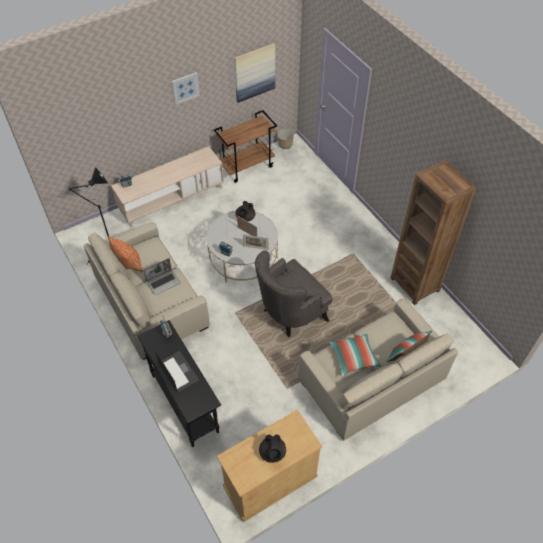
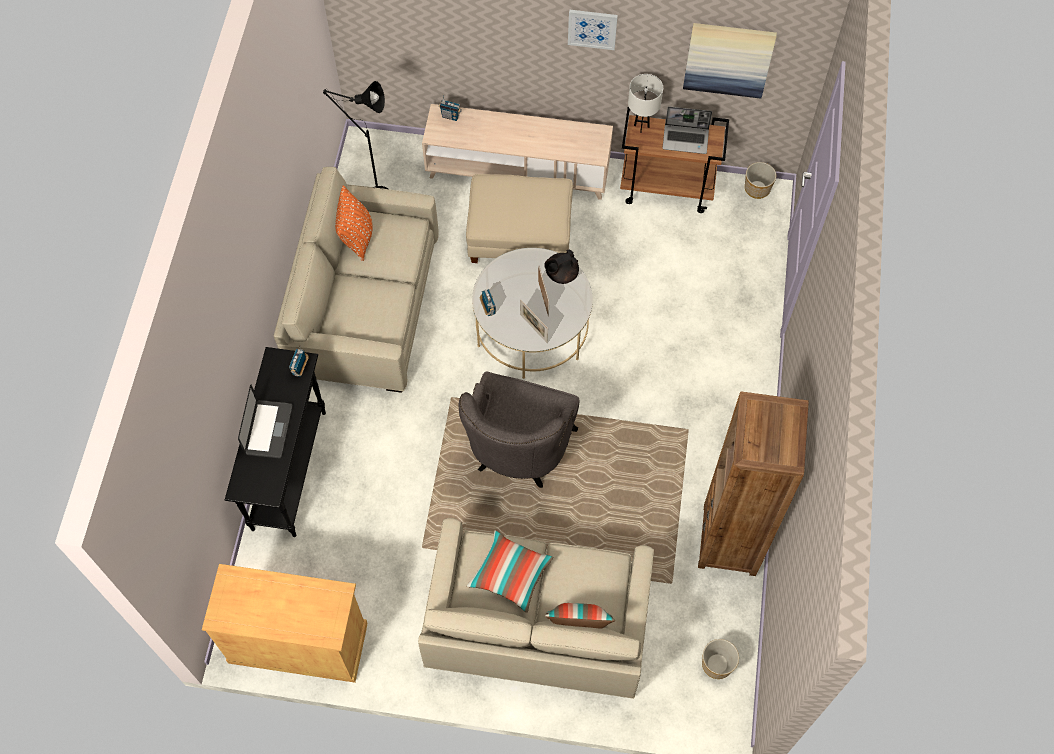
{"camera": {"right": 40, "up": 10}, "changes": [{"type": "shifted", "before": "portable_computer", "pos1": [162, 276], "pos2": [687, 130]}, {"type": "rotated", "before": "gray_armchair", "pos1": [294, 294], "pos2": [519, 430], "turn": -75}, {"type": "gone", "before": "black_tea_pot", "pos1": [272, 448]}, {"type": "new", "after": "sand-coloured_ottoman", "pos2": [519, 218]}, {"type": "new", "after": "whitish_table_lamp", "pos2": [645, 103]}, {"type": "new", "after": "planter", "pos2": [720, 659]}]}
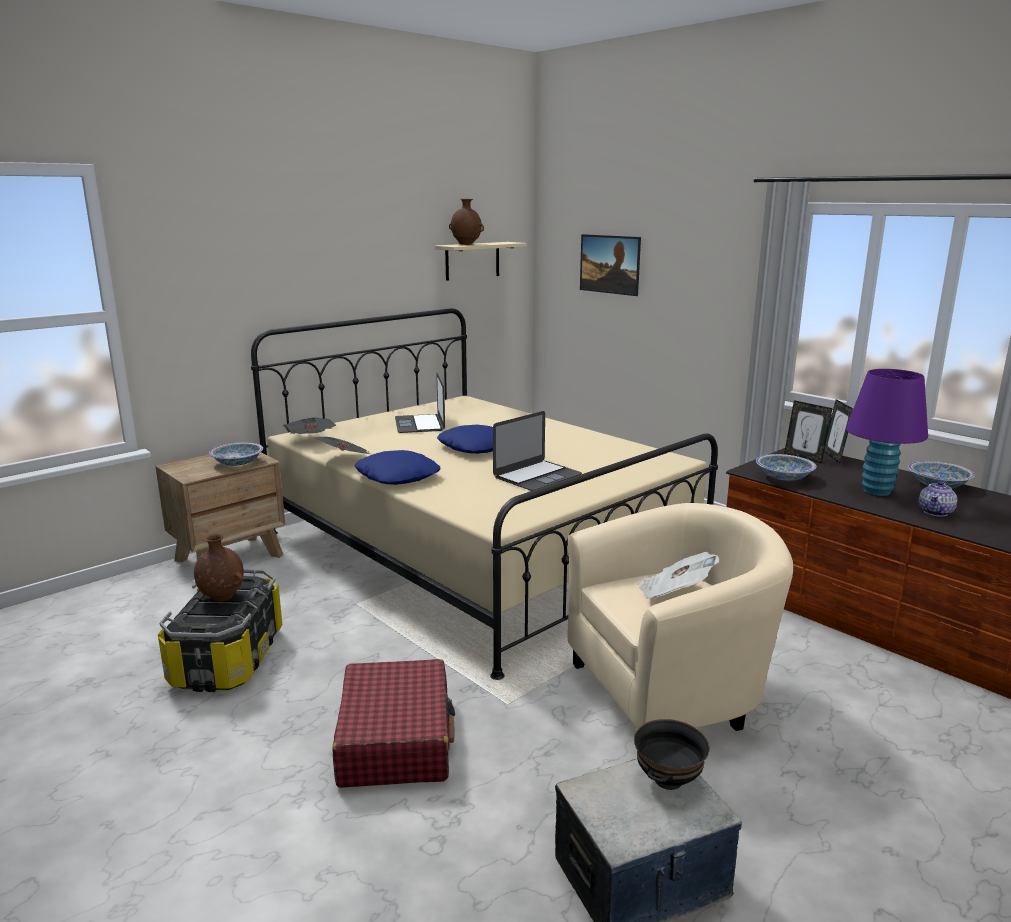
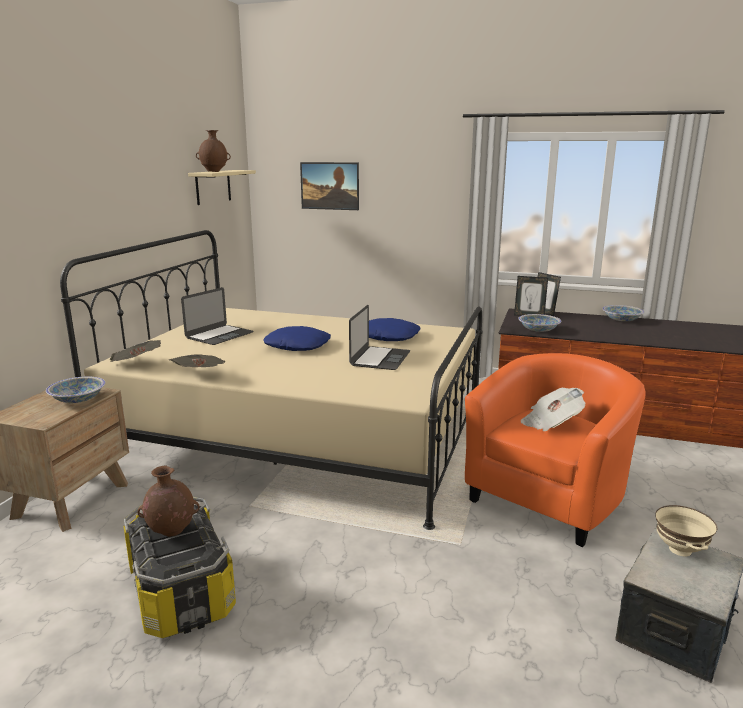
{"camera": {"right": -30, "up": 0}, "changes": [{"type": "gone", "before": "red-coloured_piece_of_luggage", "pos1": [394, 723]}, {"type": "shifted", "before": "blue_throw_pillow", "pos1": [397, 467], "pos2": [394, 329]}, {"type": "rotated", "before": "portable_computer", "pos1": [420, 403], "pos2": [217, 316], "turn": -105}, {"type": "repainted", "before": "sand-coloured_armchair", "after": "orange_armchair", "pos1": [680, 617], "pos2": [555, 450]}, {"type": "repainted", "before": "black_deep_dish", "after": "sand-coloured_deep_dish", "pos1": [672, 754], "pos2": [686, 530]}, {"type": "gone", "before": "purple_table_lamp", "pos1": [887, 432]}, {"type": "gone", "before": "tea_pot", "pos1": [938, 499]}]}
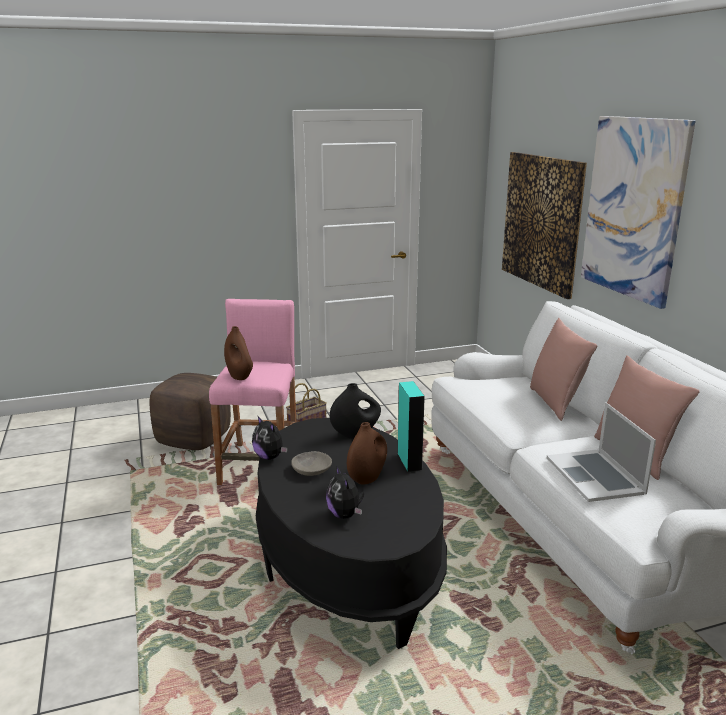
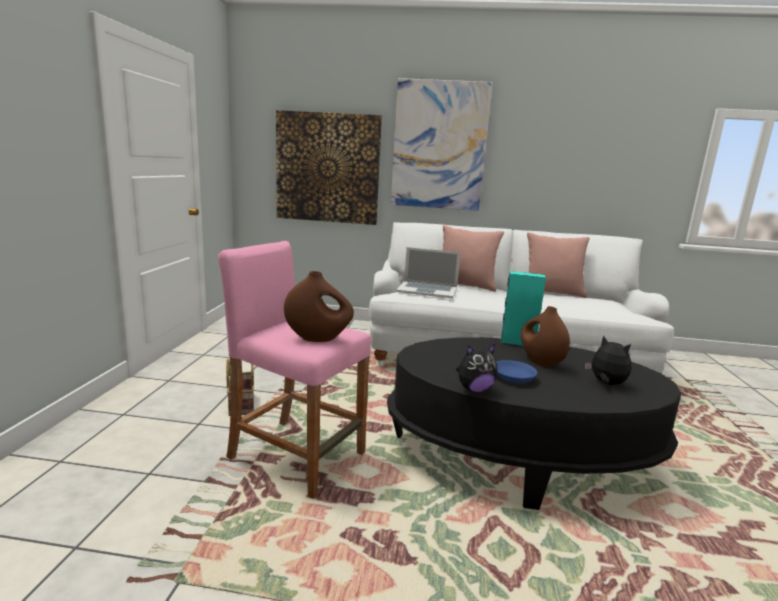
{"camera": {"right": -65, "up": -5}, "changes": [{"type": "gone", "before": "brownish_ottoman", "pos1": [190, 411]}, {"type": "repainted", "before": "gray_deep_dish", "after": "blue_deep_dish", "pos1": [311, 463], "pos2": [516, 371]}, {"type": "rotated", "before": "cuddly_toy", "pos1": [345, 492], "pos2": [608, 360], "turn": -135}, {"type": "gone", "before": "black_vase", "pos1": [355, 410]}, {"type": "shifted", "before": "portable_computer", "pos1": [601, 452], "pos2": [428, 273]}]}
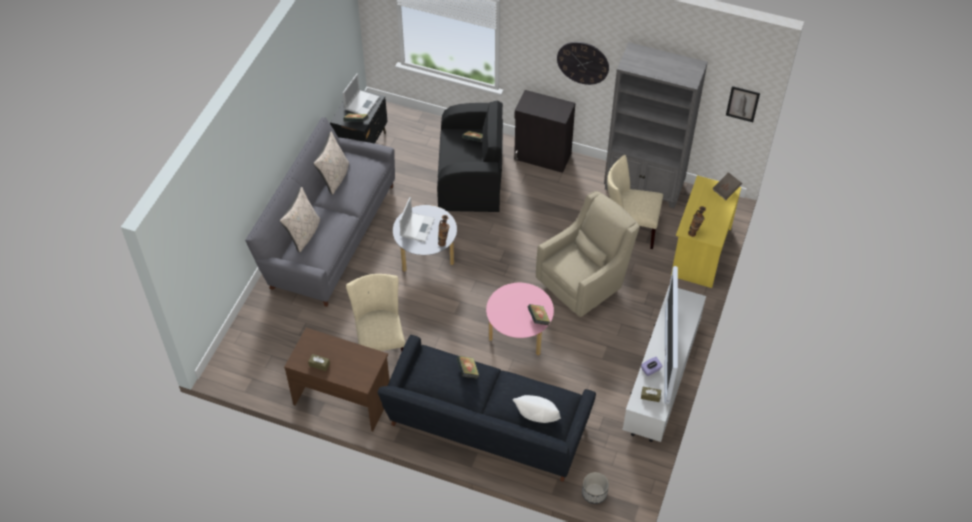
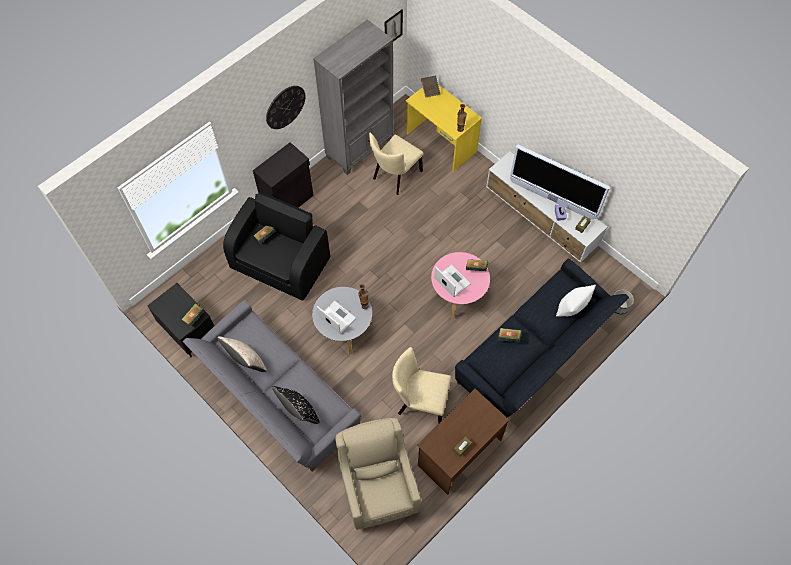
{"camera": {"right": -65, "up": 10}, "changes": [{"type": "repainted", "before": "sand-coloured_throw_pillow", "after": "black_throw_pillow", "pos1": [300, 220], "pos2": [296, 405]}, {"type": "shifted", "before": "portable_computer", "pos1": [361, 94], "pos2": [452, 280]}, {"type": "shifted", "before": "sand-coloured_armchair", "pos1": [588, 254], "pos2": [378, 474]}]}
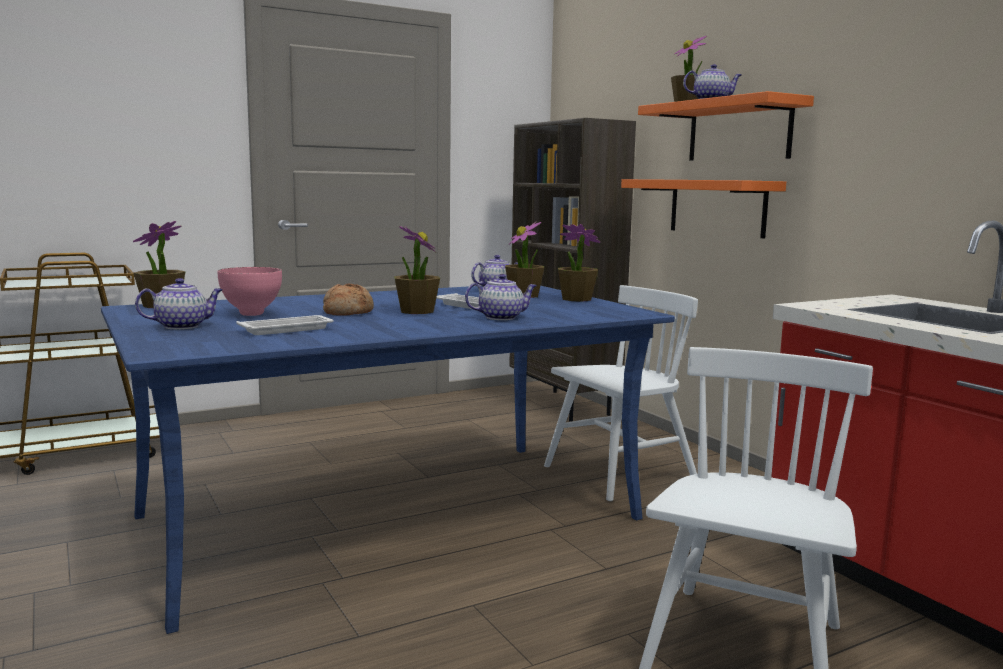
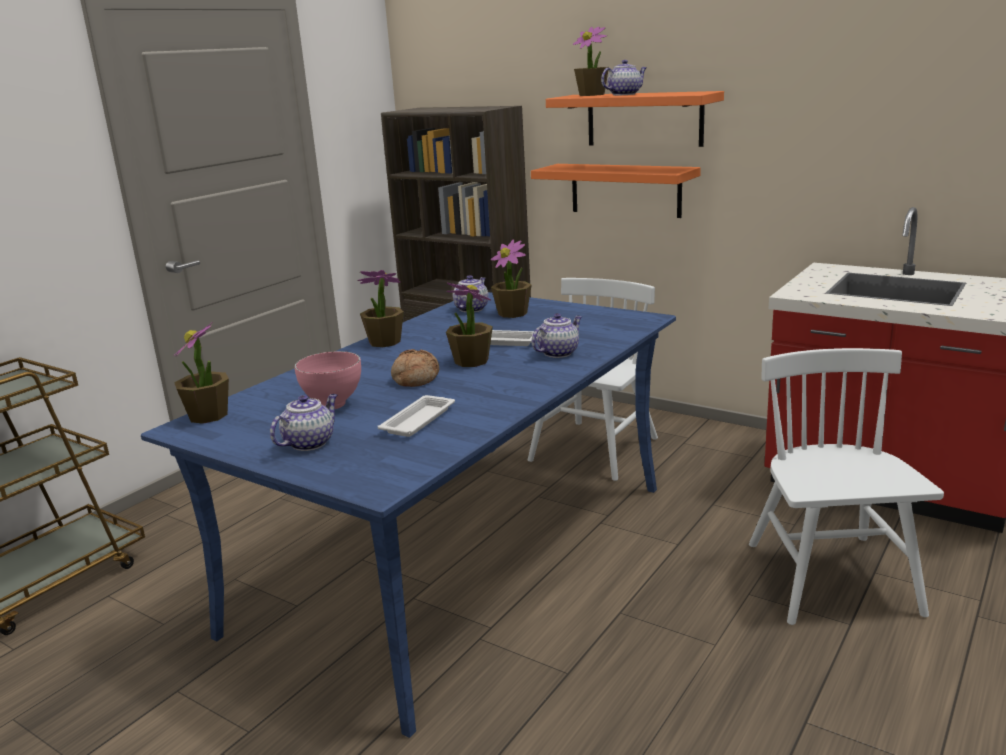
{"camera": {"right": -25, "up": 10}, "changes": [{"type": "shifted", "before": "plant_in_a_pot", "pos1": [579, 263], "pos2": [380, 308]}]}
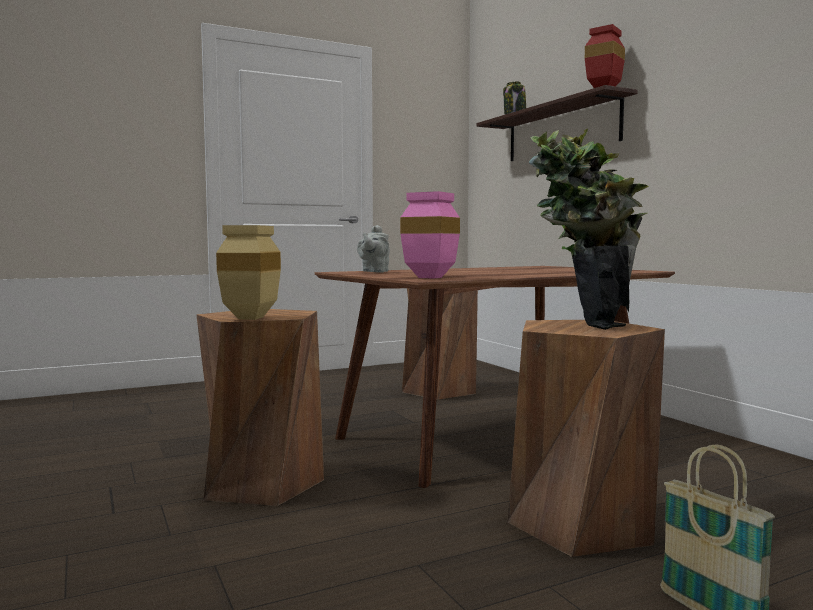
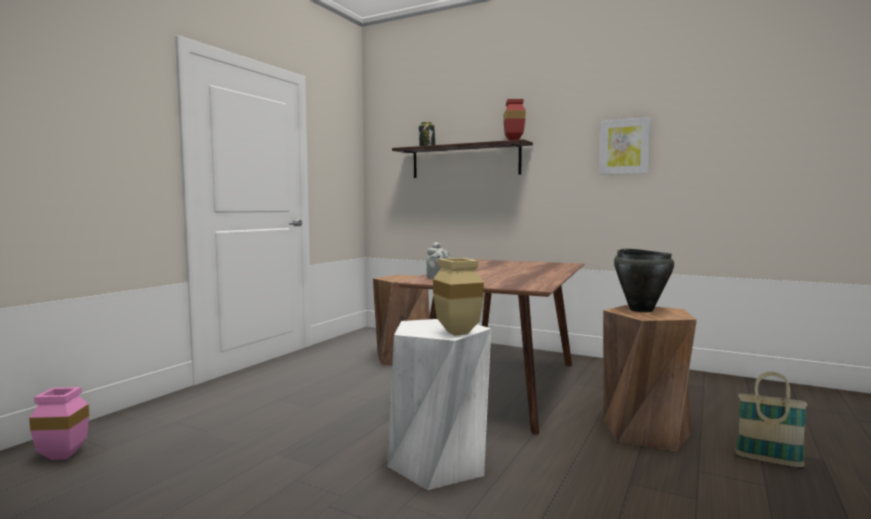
{"camera": {"right": -35, "up": 0}, "changes": [{"type": "repainted", "before": "brownish_sitting_stool", "after": "whitish_sitting_stool", "pos1": [260, 407], "pos2": [439, 404]}, {"type": "shifted", "before": "pink_vase", "pos1": [430, 235], "pos2": [59, 423]}, {"type": "swapped", "before": "plant_in_a_pot", "after": "black_saucepot", "pos1": [589, 229], "pos2": [644, 280]}, {"type": "new", "after": "wall_picture", "pos2": [625, 146]}]}
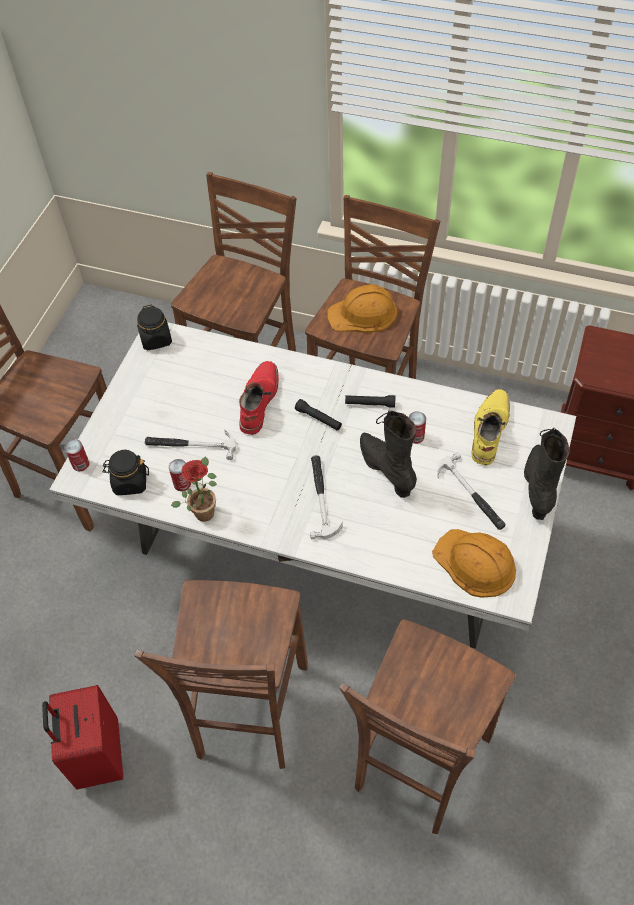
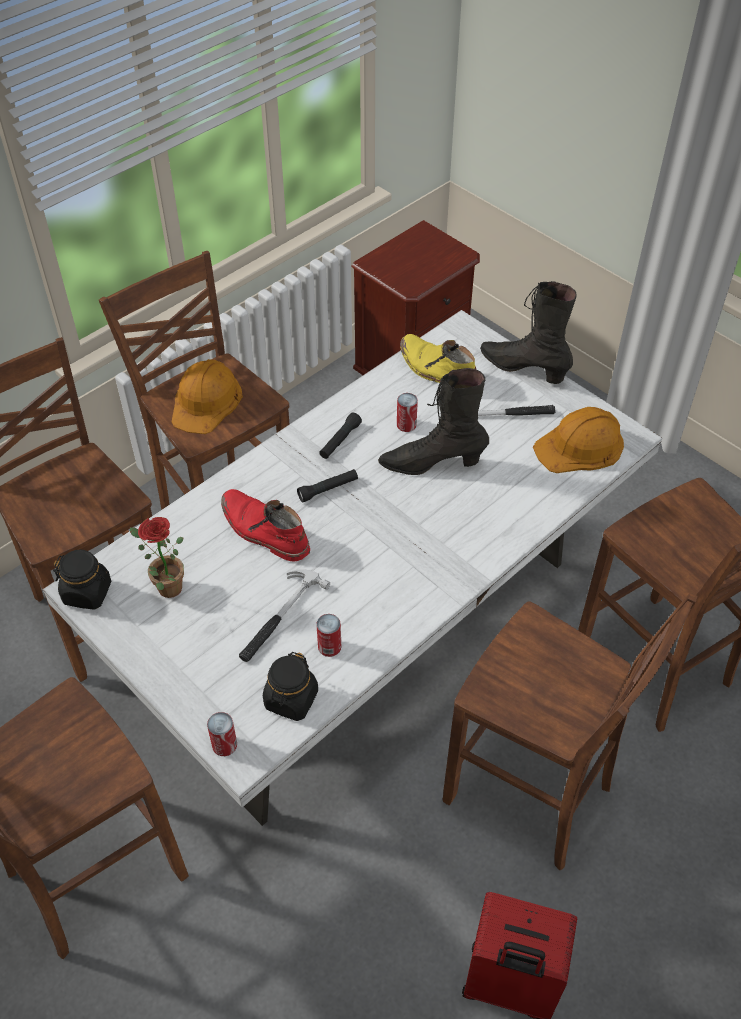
{"camera": {"right": -65, "up": -5}, "changes": [{"type": "shifted", "before": "plant_in_a_pot", "pos1": [194, 489], "pos2": [157, 557]}, {"type": "gone", "before": "tool_hammer", "pos1": [326, 497]}]}
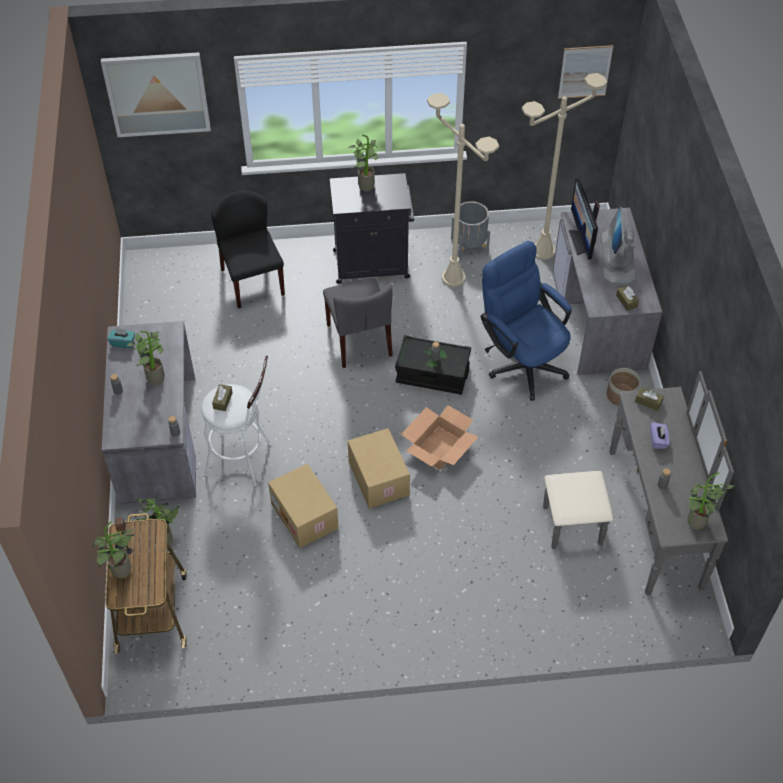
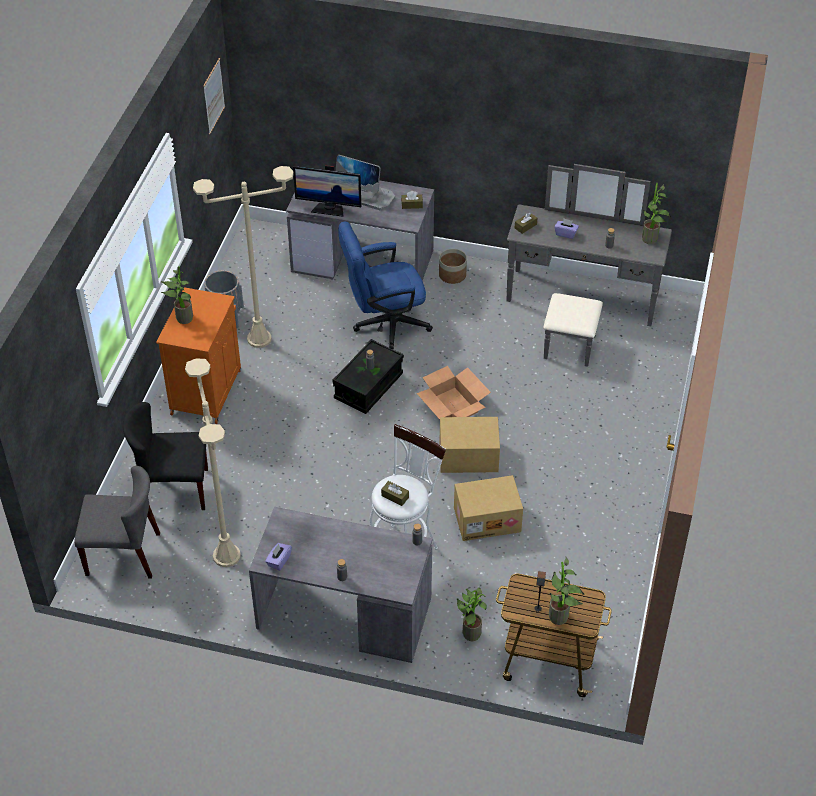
{"camera": {"right": -70, "up": -5}, "changes": [{"type": "gone", "before": "wall_picture", "pos1": [156, 94]}, {"type": "repainted", "before": "turquoise_box_of_tissues", "after": "purple_box_of_tissues", "pos1": [121, 338], "pos2": [278, 557]}, {"type": "gone", "before": "plant_in_a_pot", "pos1": [145, 358]}, {"type": "shifted", "before": "gray_plain_chair", "pos1": [358, 322], "pos2": [117, 522]}, {"type": "repainted", "before": "black_cabinet", "after": "orange_cabinet", "pos1": [372, 228], "pos2": [198, 355]}, {"type": "shifted", "before": "sand-coloured_standard_lamp", "pos1": [564, 166], "pos2": [213, 462]}]}
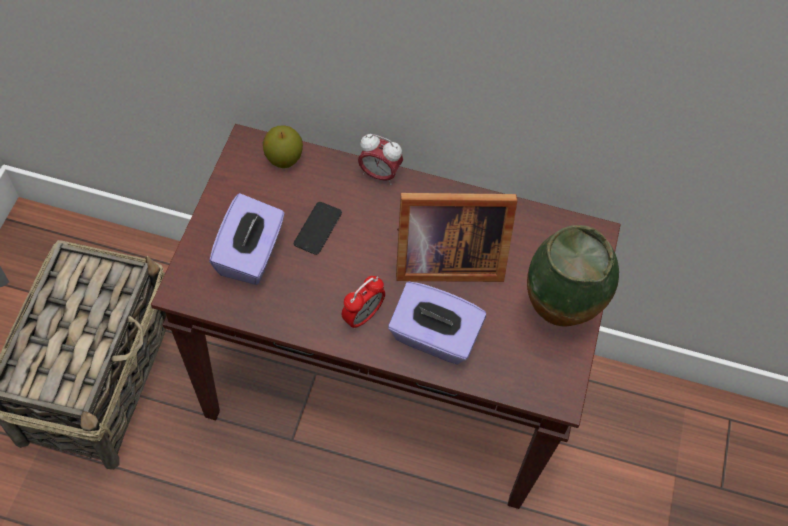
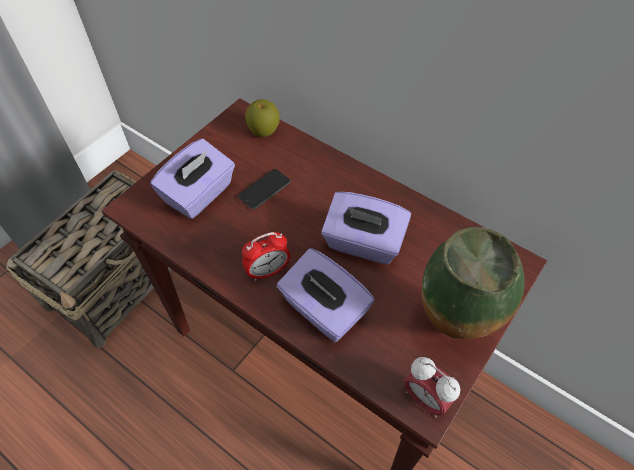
{"camera": {"right": 25, "up": -5}, "changes": [{"type": "shifted", "before": "table_clock", "pos1": [380, 159], "pos2": [432, 387]}, {"type": "swapped", "before": "picture_frame", "after": "purple_box_of_tissues", "pos1": [456, 237], "pos2": [366, 228]}]}
